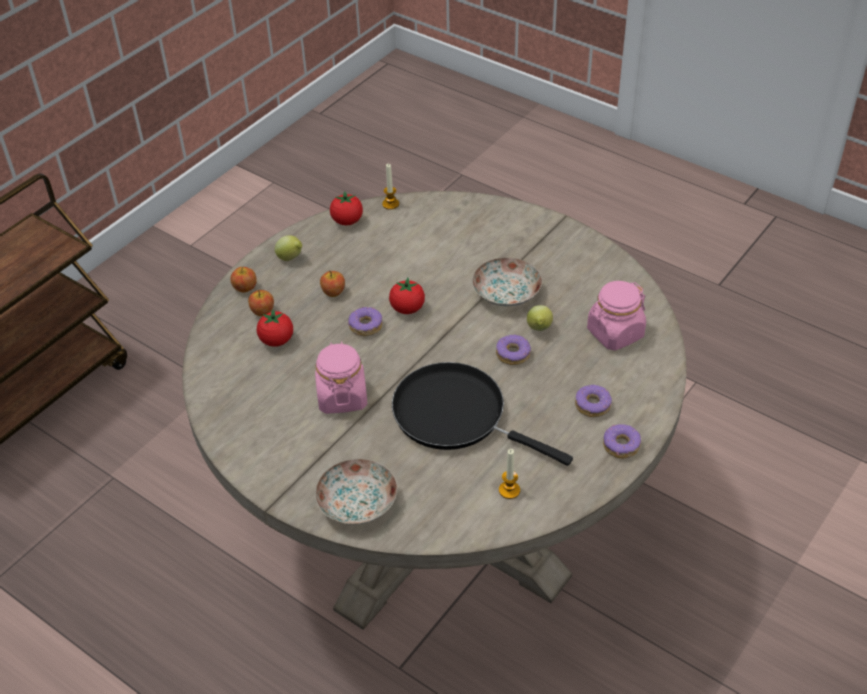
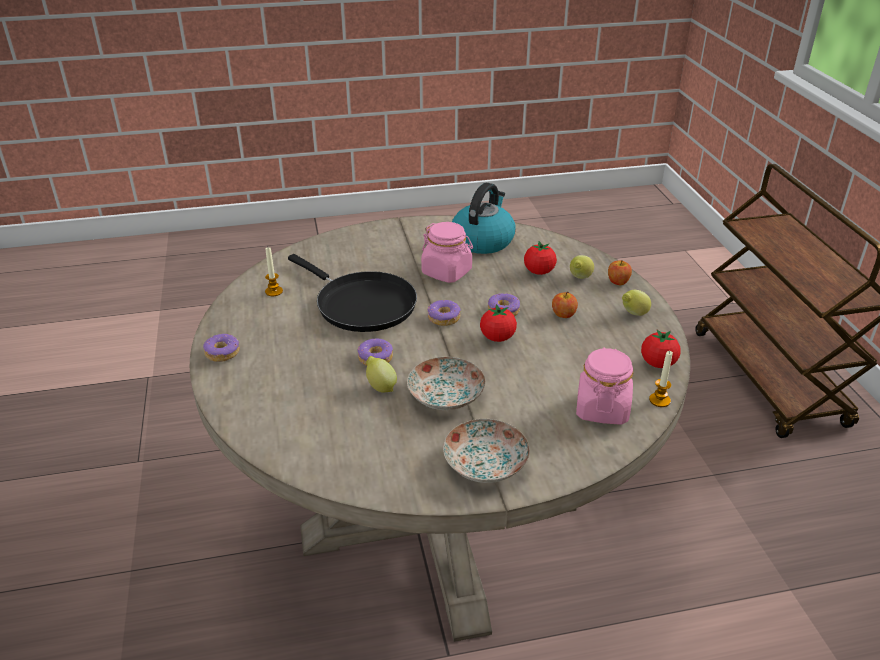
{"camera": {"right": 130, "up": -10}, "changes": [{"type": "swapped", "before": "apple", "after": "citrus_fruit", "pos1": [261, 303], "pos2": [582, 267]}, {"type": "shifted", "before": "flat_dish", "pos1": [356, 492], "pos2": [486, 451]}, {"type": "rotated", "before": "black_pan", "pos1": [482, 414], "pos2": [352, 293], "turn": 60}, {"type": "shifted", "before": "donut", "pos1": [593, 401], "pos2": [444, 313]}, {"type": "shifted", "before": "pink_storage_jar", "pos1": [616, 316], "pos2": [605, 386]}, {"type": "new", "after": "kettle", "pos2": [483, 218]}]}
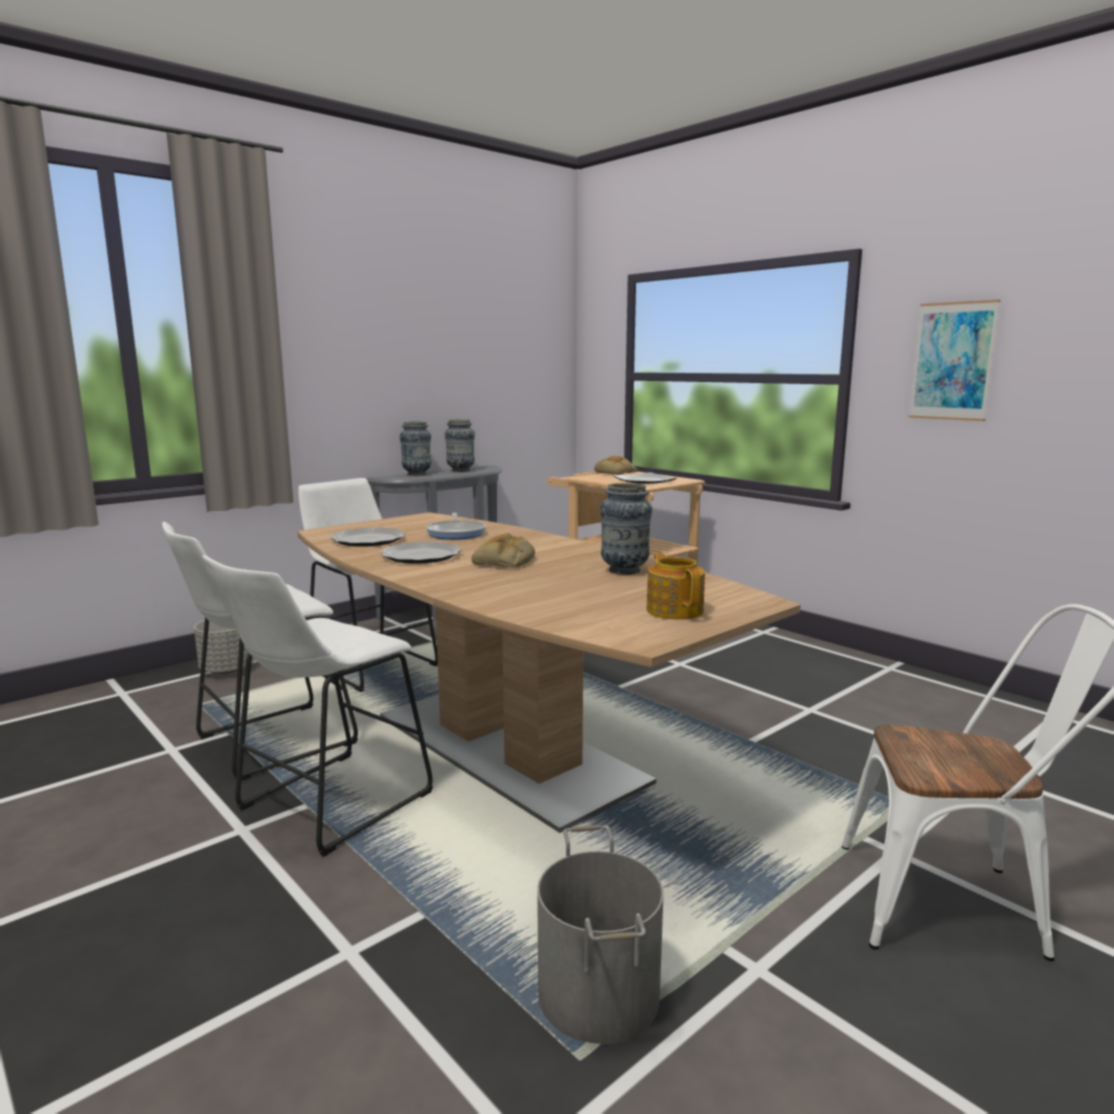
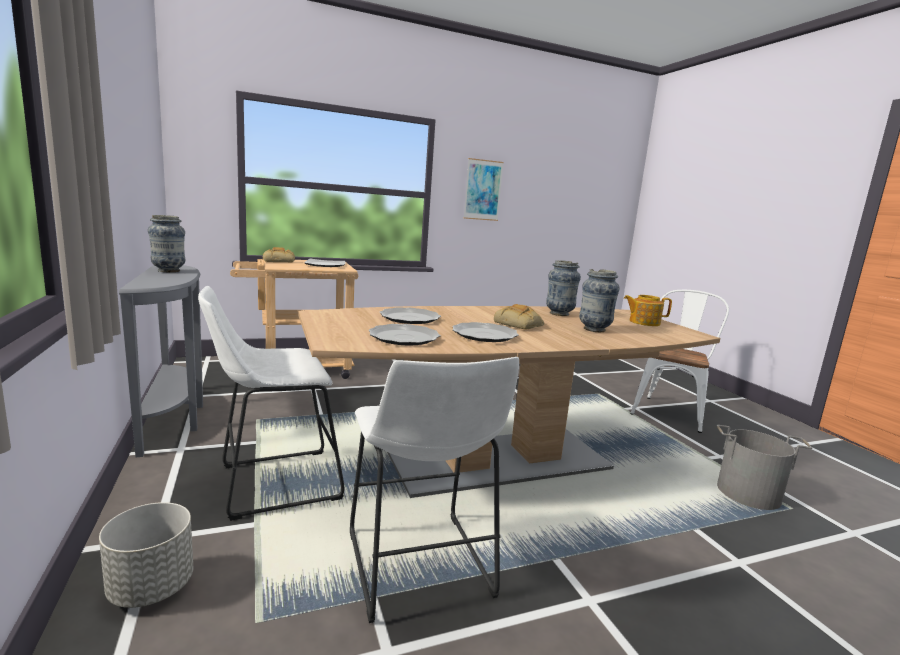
{"camera": {"right": -70, "up": 0}, "changes": [{"type": "gone", "before": "whitish_sitting_stool", "pos1": [317, 705]}, {"type": "shifted", "before": "vase", "pos1": [415, 448], "pos2": [599, 300]}, {"type": "swapped", "before": "pan", "after": "flat_dish", "pos1": [456, 526], "pos2": [410, 315]}]}
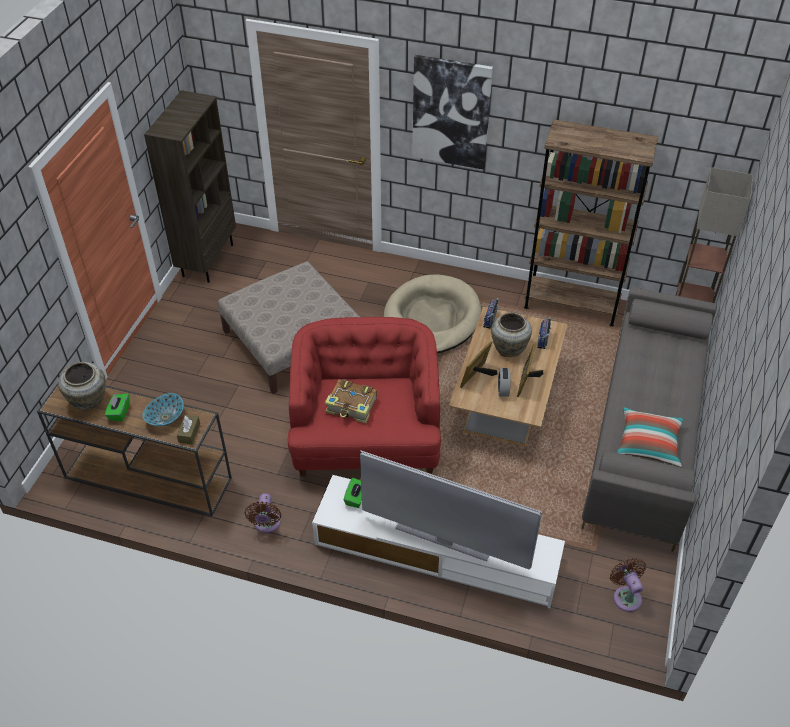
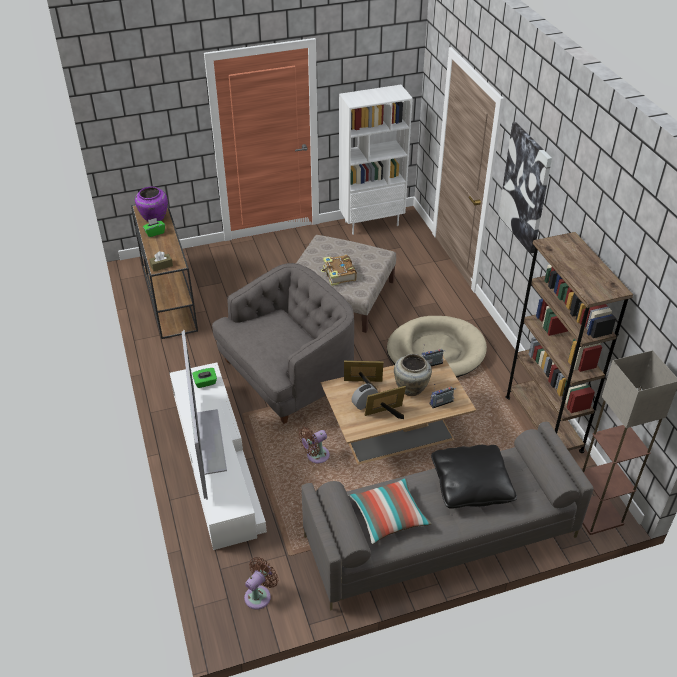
{"camera": {"right": 55, "up": -5}, "changes": [{"type": "repainted", "before": "sand-coloured_vase", "after": "purple_vase", "pos1": [82, 386], "pos2": [151, 204]}, {"type": "gone", "before": "deep_dish", "pos1": [163, 409]}, {"type": "repainted", "before": "brownish_shelving_unit", "after": "whitish_shelving_unit", "pos1": [190, 186], "pos2": [376, 160]}, {"type": "shifted", "before": "brownish_electric_fan", "pos1": [263, 513], "pos2": [314, 445]}, {"type": "repainted", "before": "red-coloured_armchair", "after": "gray_armchair", "pos1": [364, 397], "pos2": [283, 343]}, {"type": "shifted", "before": "volume", "pos1": [351, 401], "pos2": [339, 270]}, {"type": "new", "after": "black_throw_pillow", "pos2": [474, 477]}]}
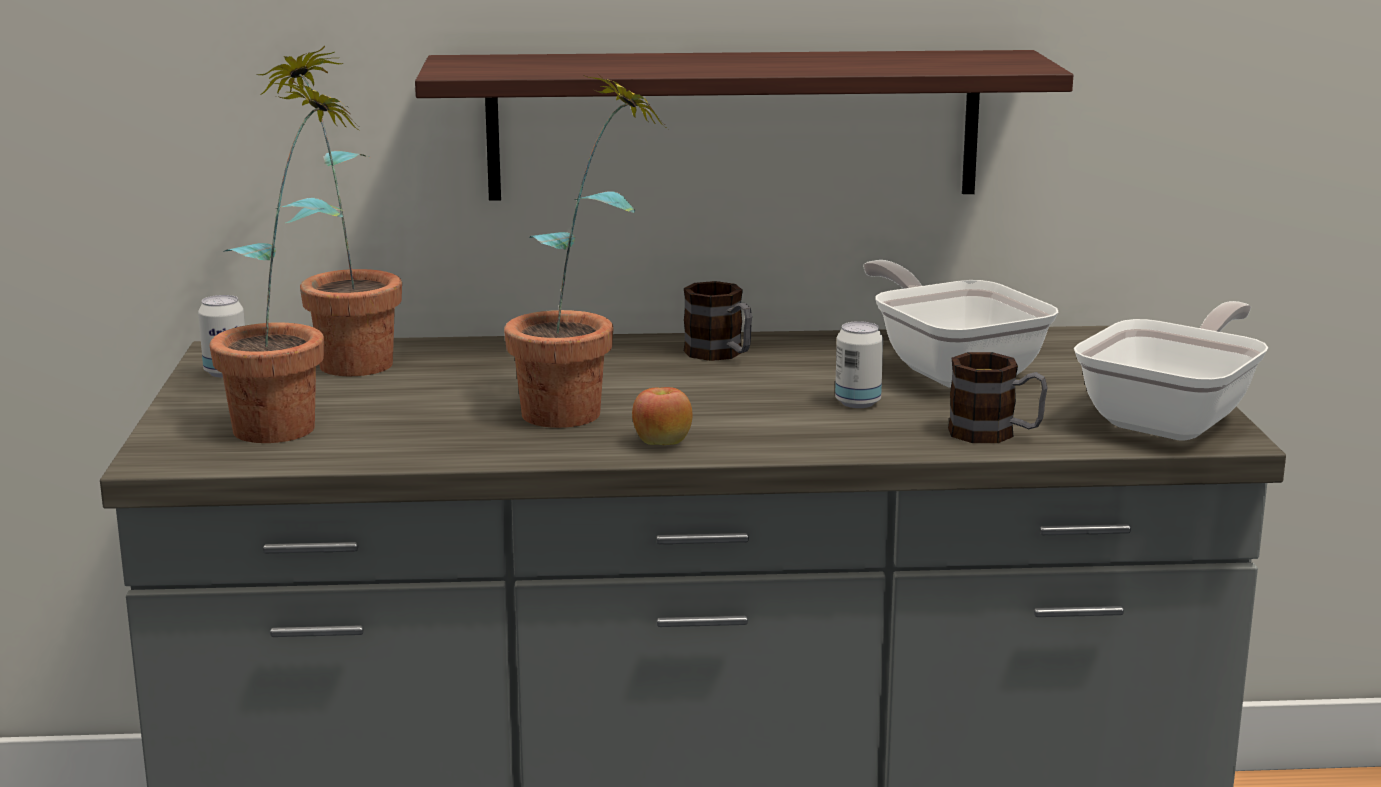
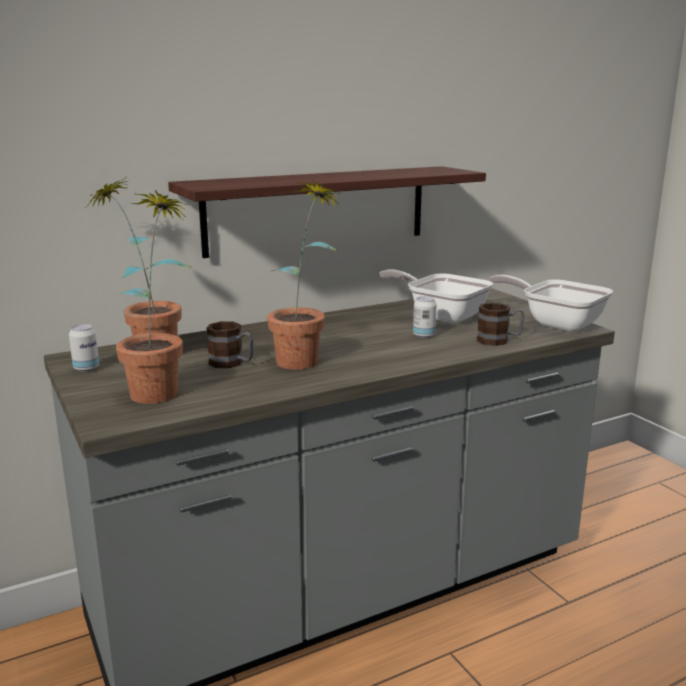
{"camera": {"right": -25, "up": 0}, "changes": [{"type": "gone", "before": "apple", "pos1": [662, 416]}, {"type": "shifted", "before": "mug", "pos1": [718, 321], "pos2": [230, 344]}, {"type": "rotated", "before": "pan", "pos1": [1171, 370], "pos2": [551, 303], "turn": -60}]}
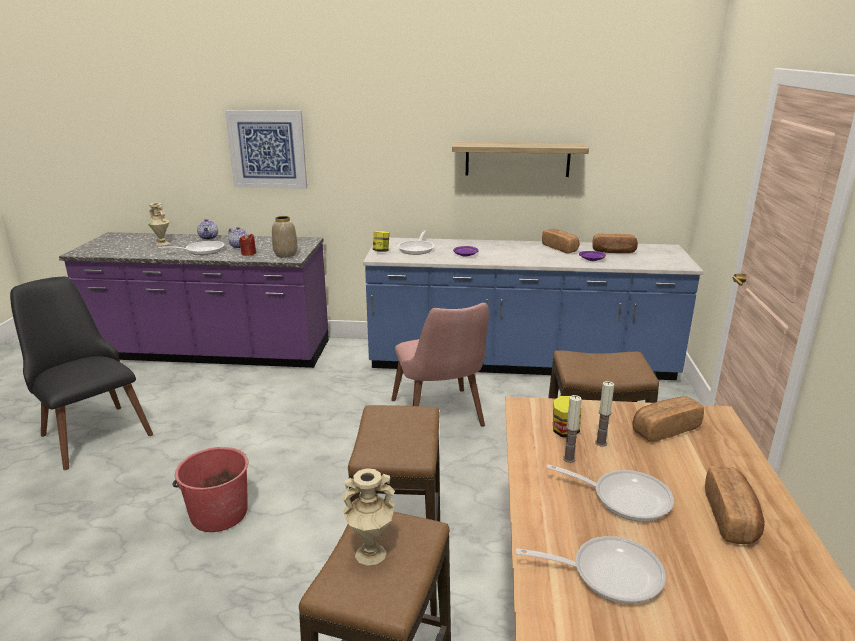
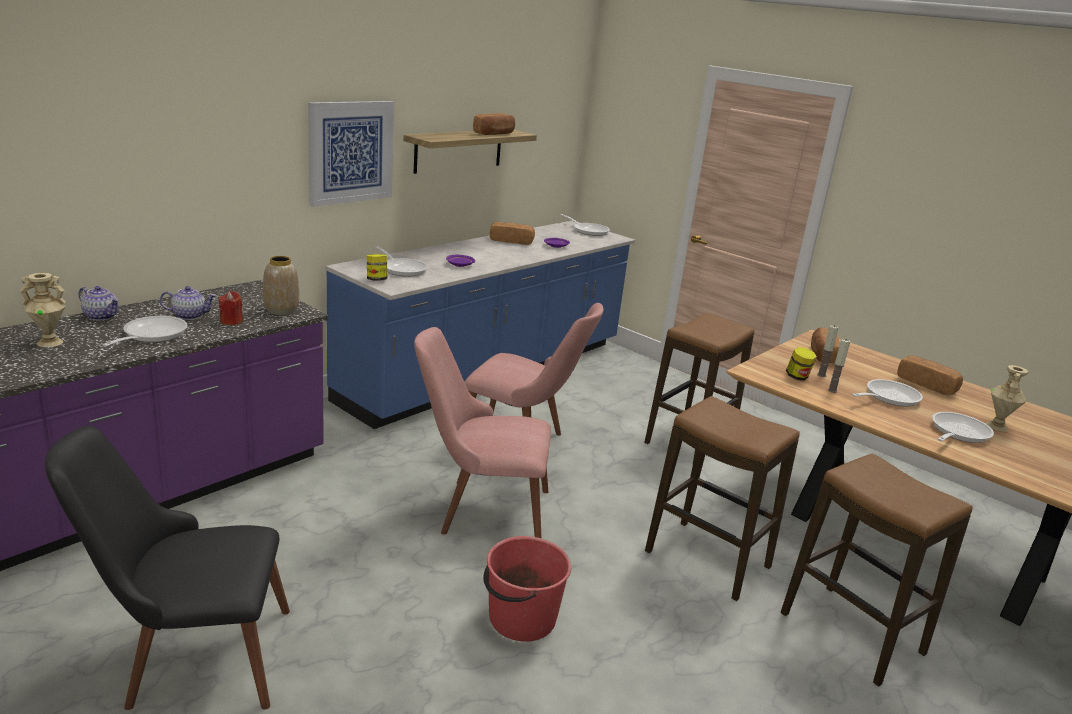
{"camera": {"right": -55, "up": 0}, "changes": [{"type": "shifted", "before": "wall_picture", "pos1": [266, 149], "pos2": [351, 154]}, {"type": "shifted", "before": "sand-coloured_vase", "pos1": [368, 517], "pos2": [1007, 398]}, {"type": "shifted", "before": "bread", "pos1": [615, 243], "pos2": [494, 124]}, {"type": "new", "after": "pink_plain_chair", "pos2": [482, 433]}, {"type": "new", "after": "pan", "pos2": [585, 225]}]}
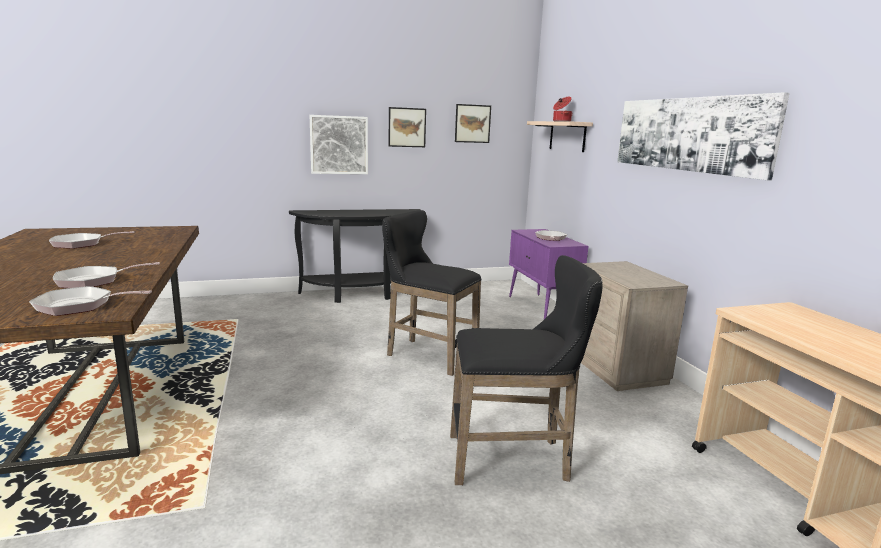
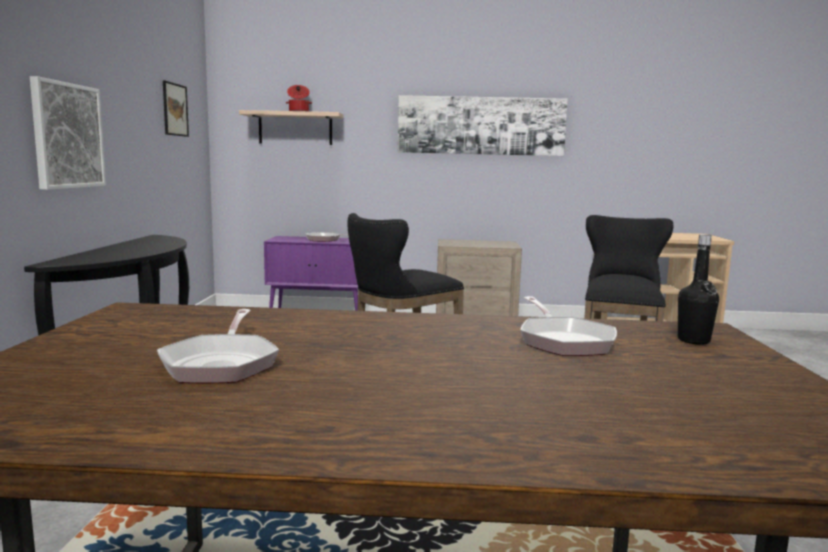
{"camera": {"right": -70, "up": -5}, "changes": [{"type": "swapped", "before": "pan", "after": "black_bottle", "pos1": [90, 301], "pos2": [698, 289]}, {"type": "gone", "before": "wall_picture", "pos1": [407, 127]}]}
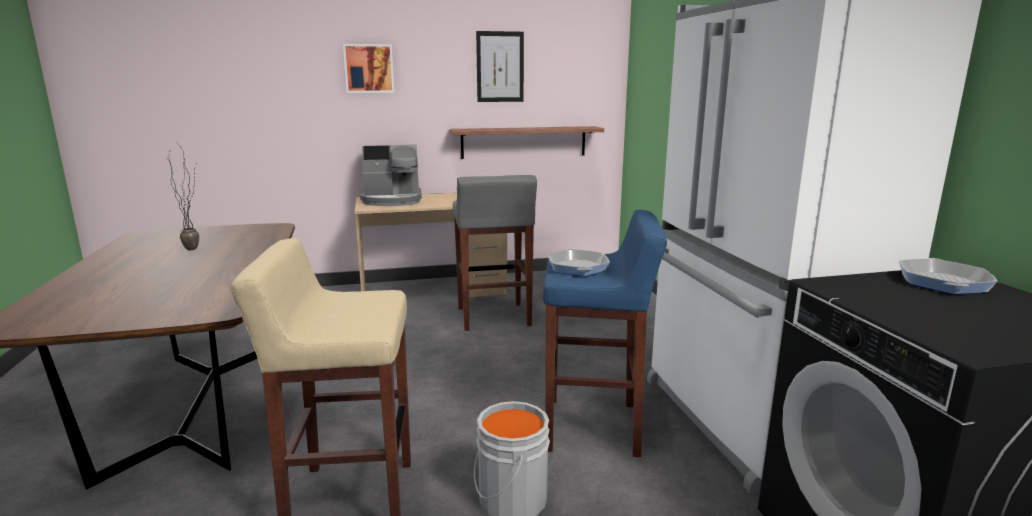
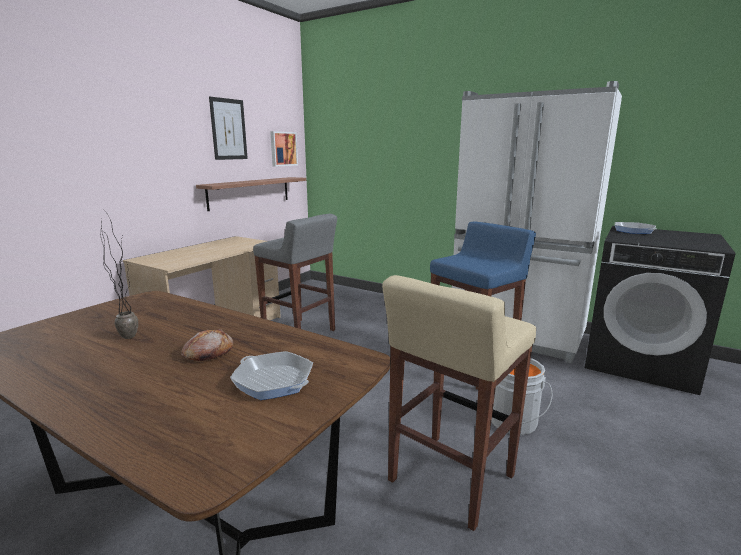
{"camera": {"right": -45, "up": 0}, "changes": [{"type": "shifted", "before": "wall_picture", "pos1": [368, 68], "pos2": [284, 149]}, {"type": "gone", "before": "coffee_maker", "pos1": [391, 175]}, {"type": "shifted", "before": "pan", "pos1": [579, 262], "pos2": [271, 375]}, {"type": "new", "after": "bread", "pos2": [207, 345]}]}
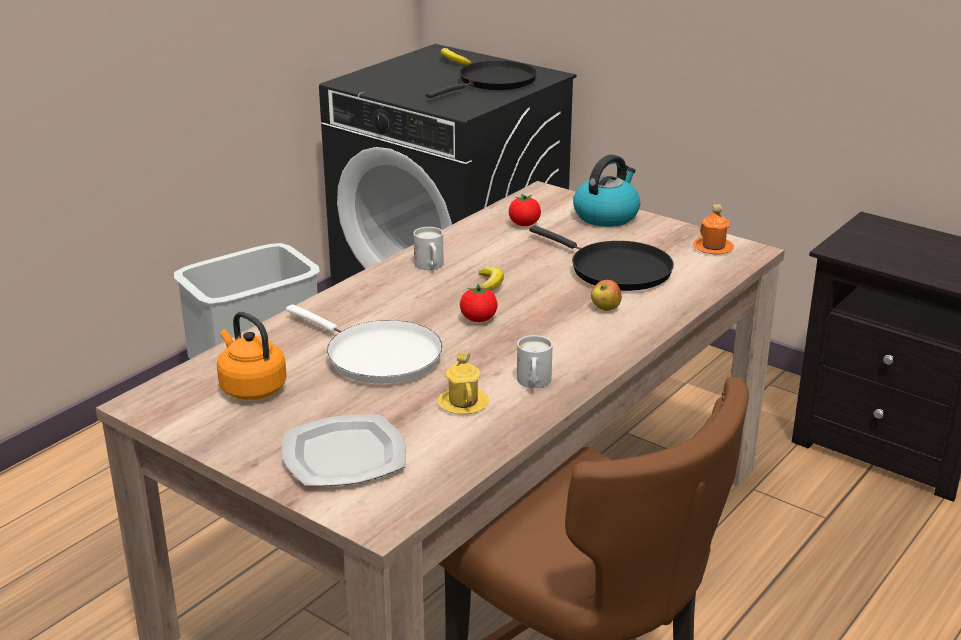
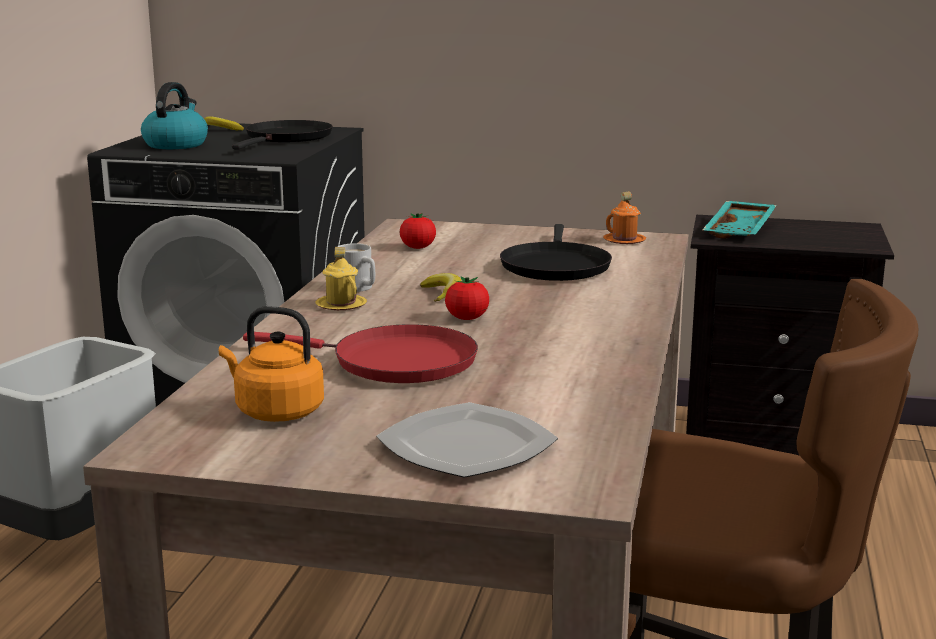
{"camera": {"right": -25, "up": -10}, "changes": [{"type": "repainted", "before": "whitish_pan", "after": "red-coloured_pan", "pos1": [364, 344], "pos2": [360, 353]}, {"type": "shifted", "before": "yellow_mug", "pos1": [463, 382], "pos2": [341, 278]}, {"type": "gone", "before": "whitish_mug", "pos1": [535, 361]}, {"type": "rotated", "before": "black_pan", "pos1": [601, 258], "pos2": [556, 252], "turn": 75}, {"type": "shifted", "before": "kettle", "pos1": [606, 191], "pos2": [174, 115]}, {"type": "gone", "before": "apple", "pos1": [606, 295]}, {"type": "new", "after": "turquoise_serving_tray", "pos2": [740, 220]}]}
